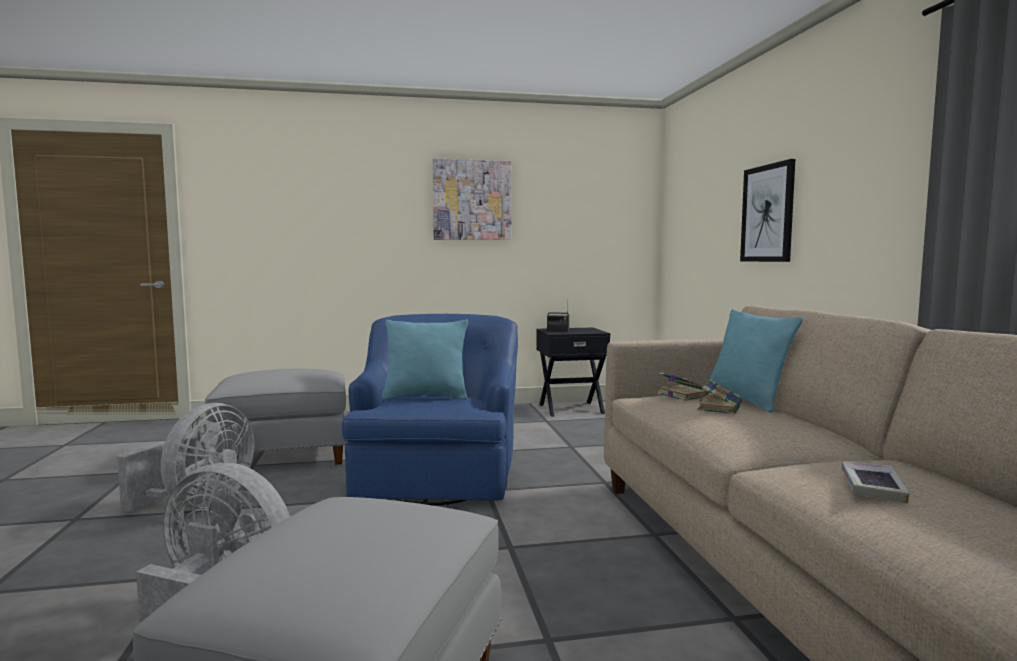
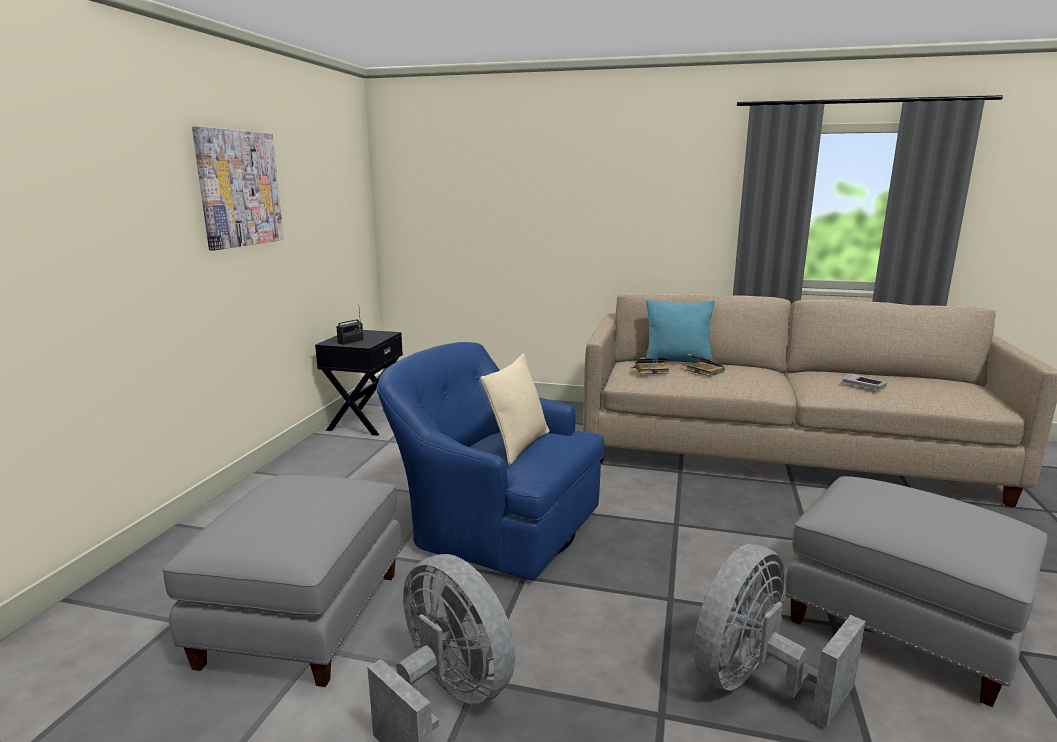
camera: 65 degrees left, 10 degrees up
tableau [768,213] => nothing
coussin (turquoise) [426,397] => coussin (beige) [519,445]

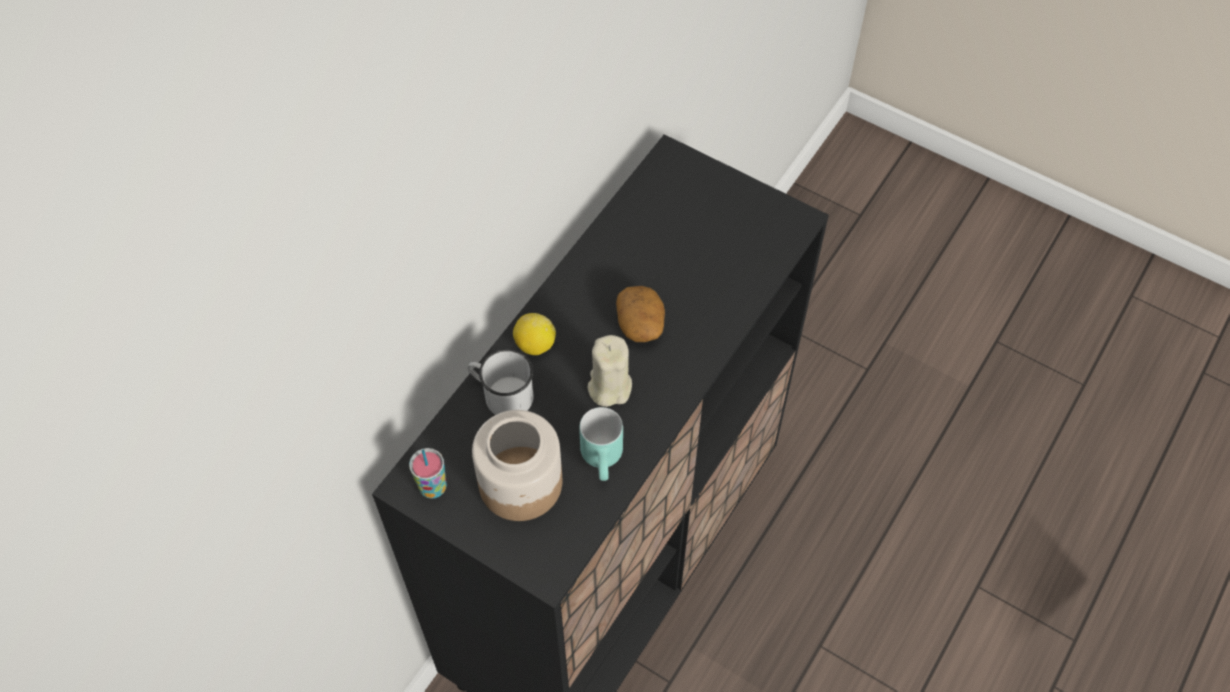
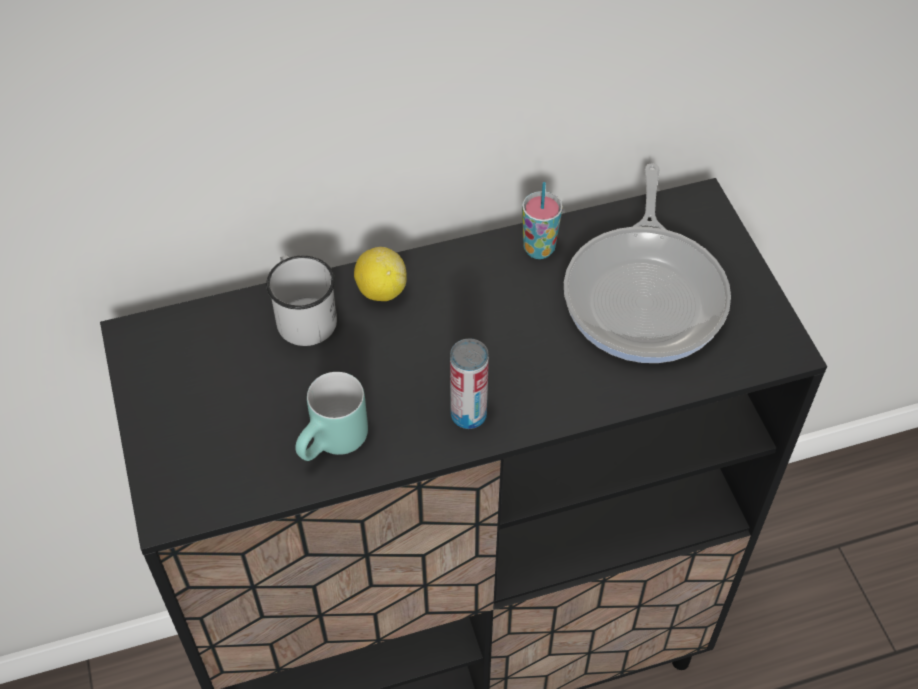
camera: 40 degrees right, 5 degrees down
bocal [519,483] => nothing
bougie (beige) [609,386] => nothing
pomme de terre [640,324] => nothing
nothing => boîte métallique [468,415]
nothing => poêle [646,294]
tasse [433,488] => tasse [539,249], moved

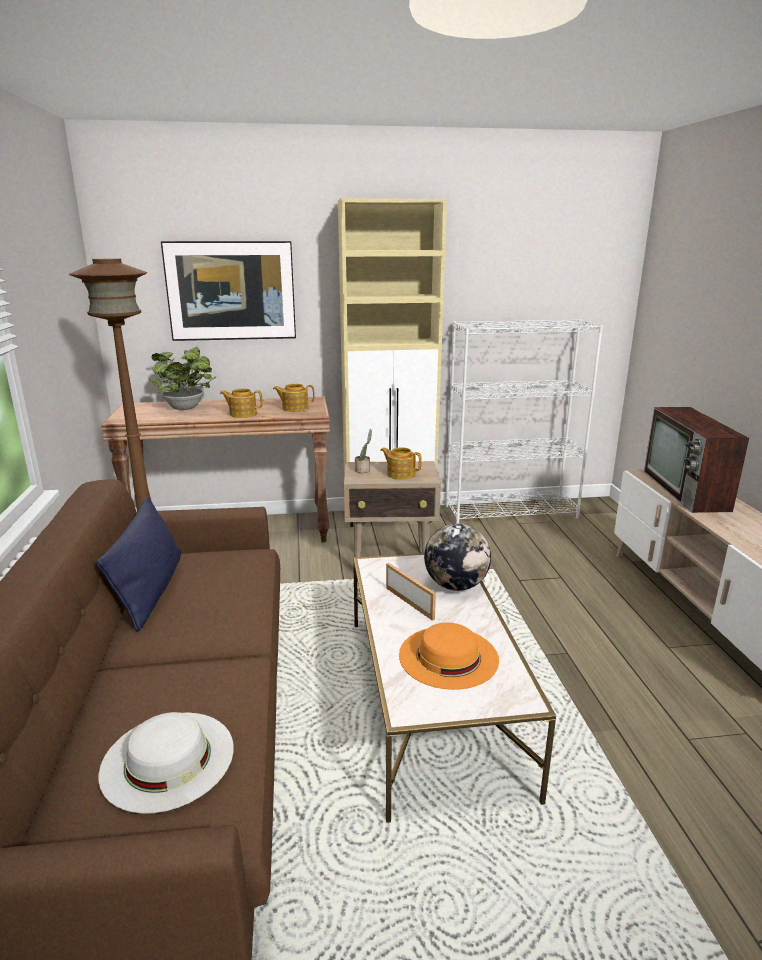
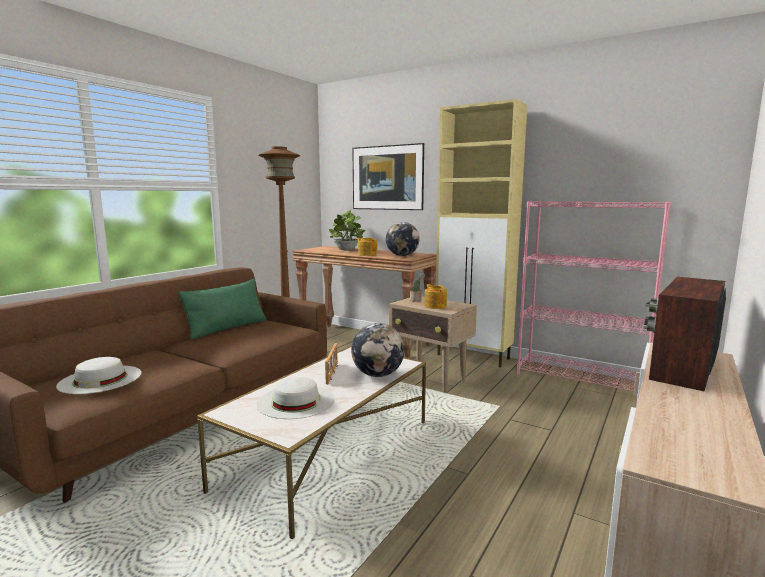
camera: 40 degrees right, 10 degrees down
théière [294,408] => globe [402,255]
coussin (bleu) [150,590] => coussin (vert) [227,328]
chapeau (orange) [448,656] => chapeau (blanc) [296,401]
bibliothèque (blanc) [511,512] => bibliothèque (rose) [581,379]

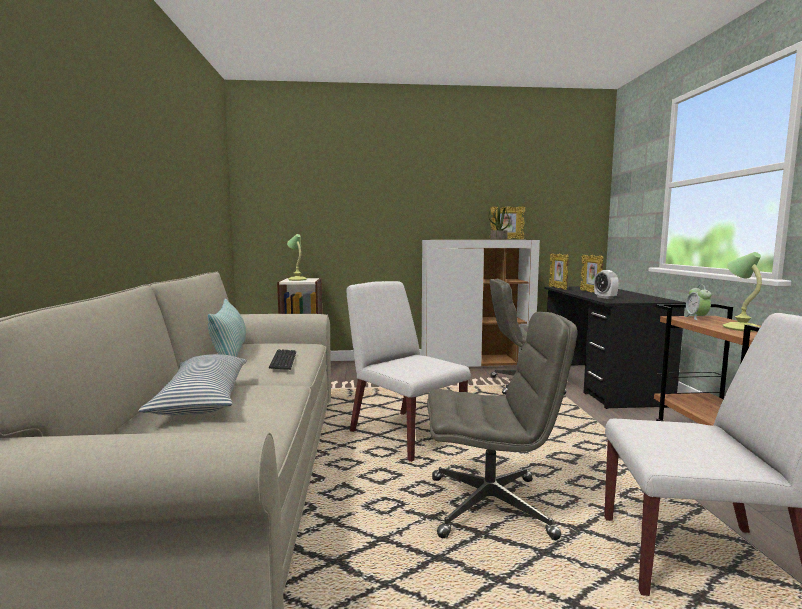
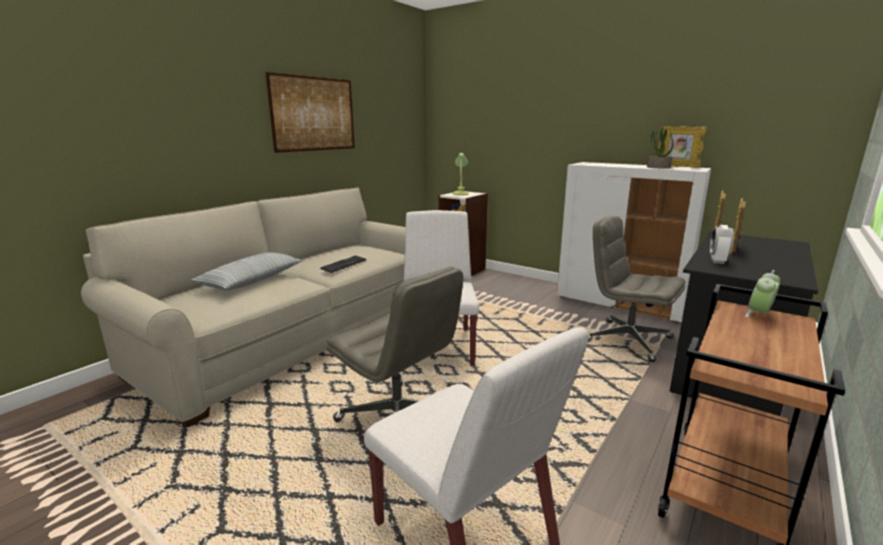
camera: 40 degrees right, 10 degrees up
coussin [230,354] => nothing
lampe de table [740,328] => nothing
nothing => tableau [314,114]

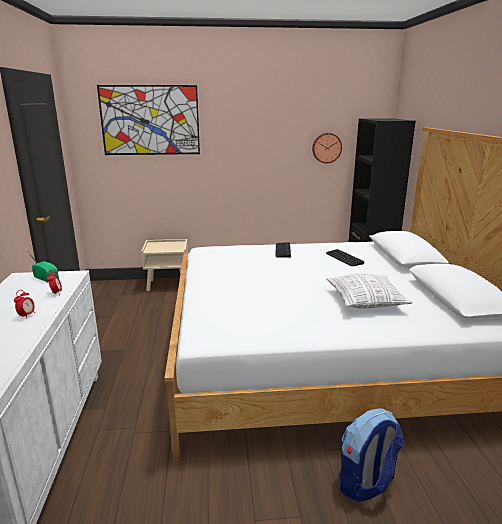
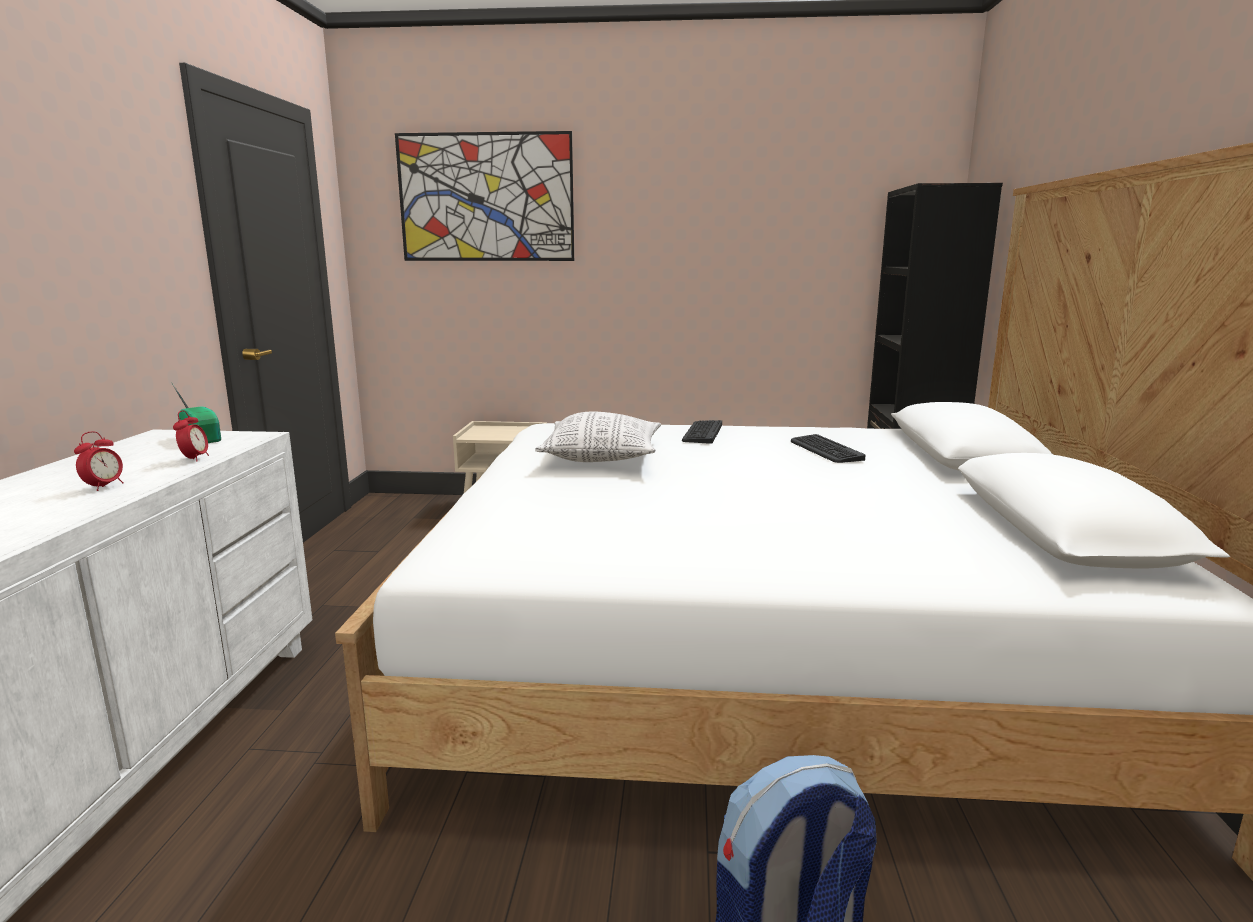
camera: 10 degrees right, 5 degrees down
horloge murale [326,148] => nothing
coussin [365,301] => coussin [601,457], moved

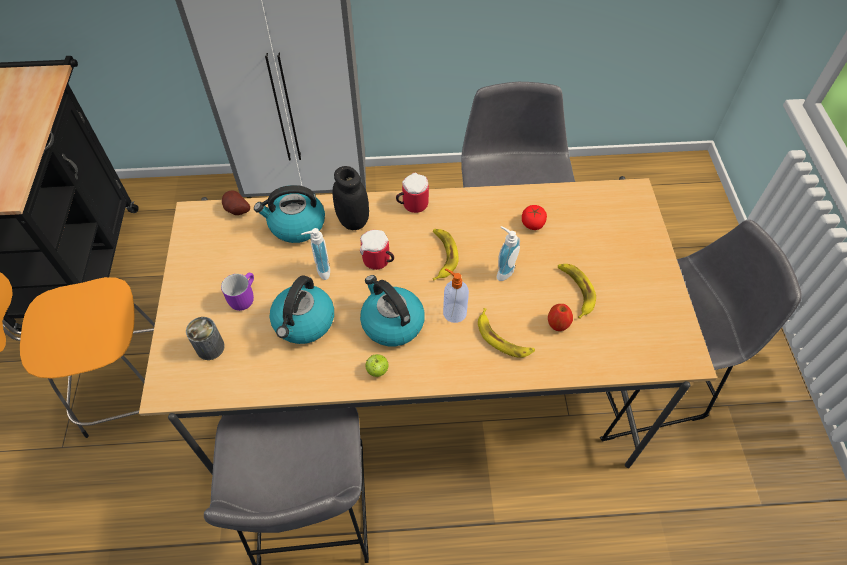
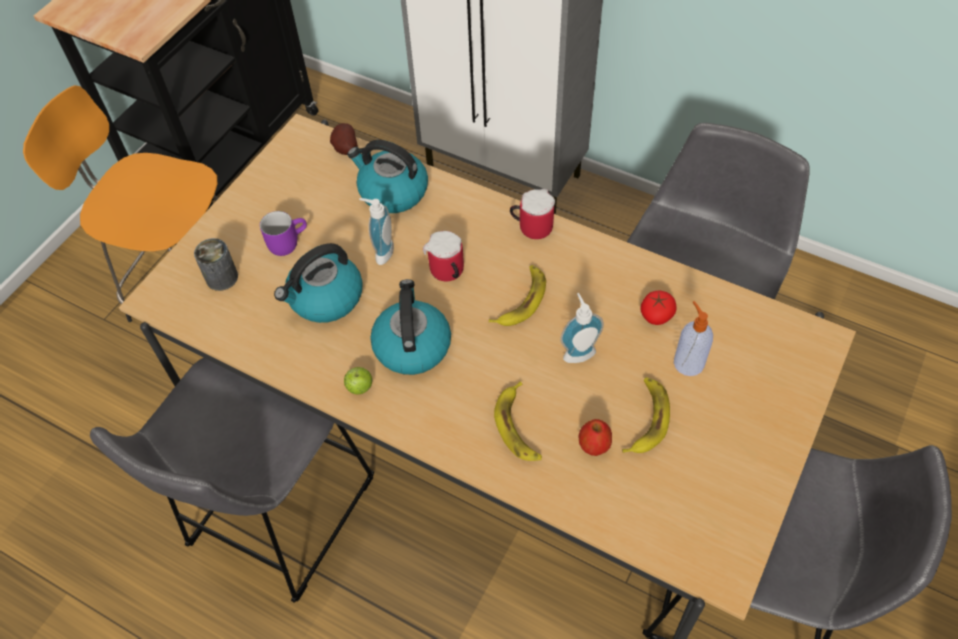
camera: 35 degrees right, 0 degrees up
bocal (noir) [353,221] => nothing
distributeur de savon [453,312] => distributeur de savon [688,362], moved

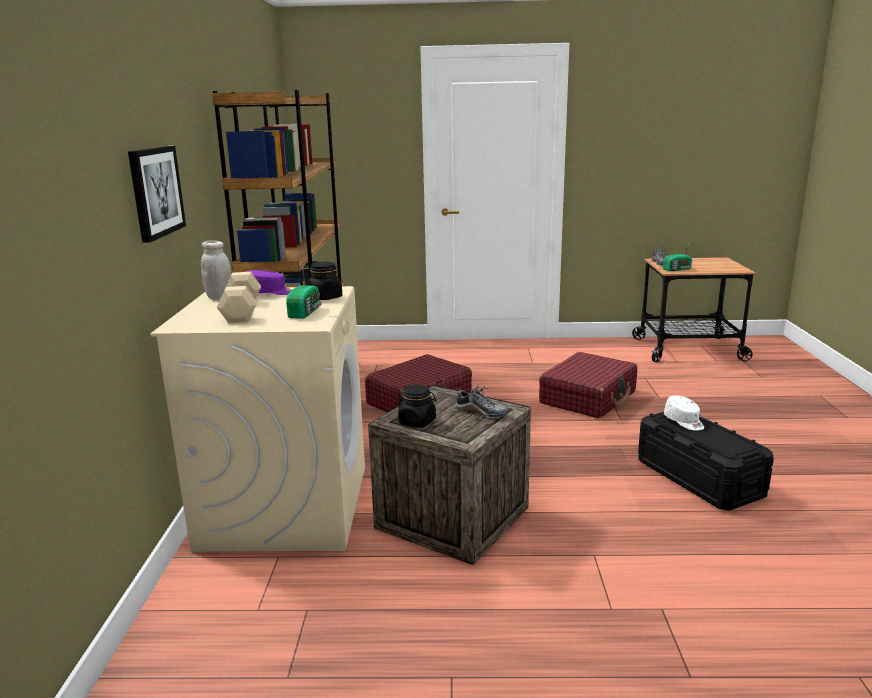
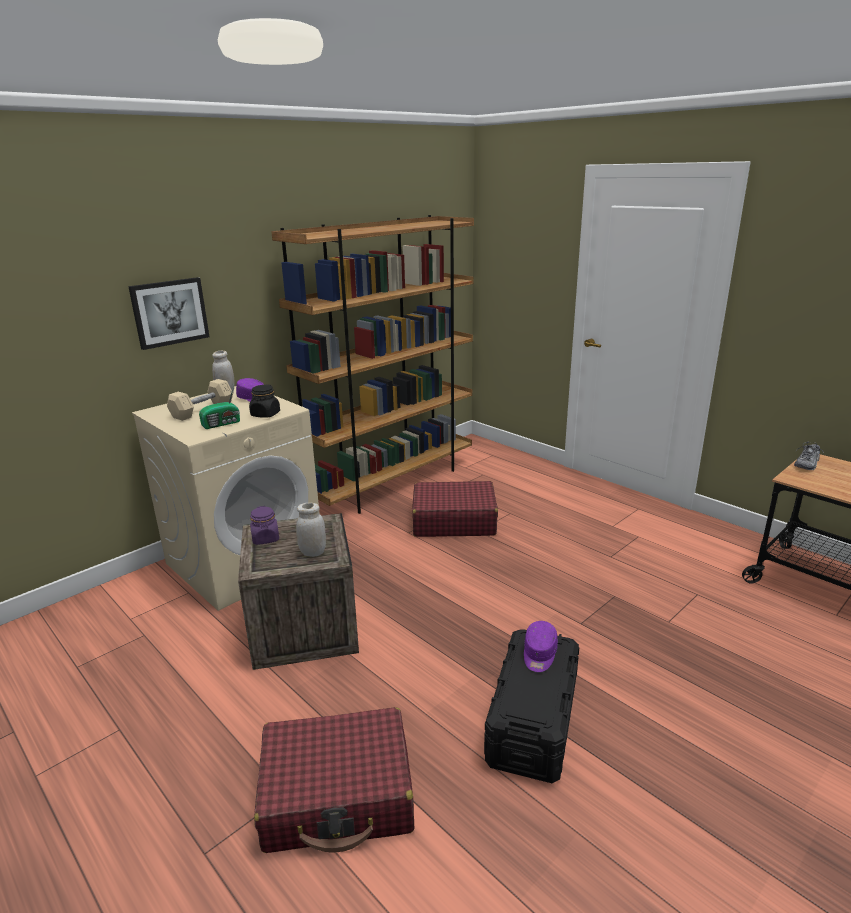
camera: 45 degrees right, 5 degrees up
radio [678,269] => nothing
valise (rouge) [588,398] => valise (rouge) [338,794], moved
chaussure [482,412] => bocal (blanc) [313,552]
bocal (noir) [417,422] => bocal (violet) [265,538]
casquette (blanc) [684,421] => casquette (violet) [539,654]

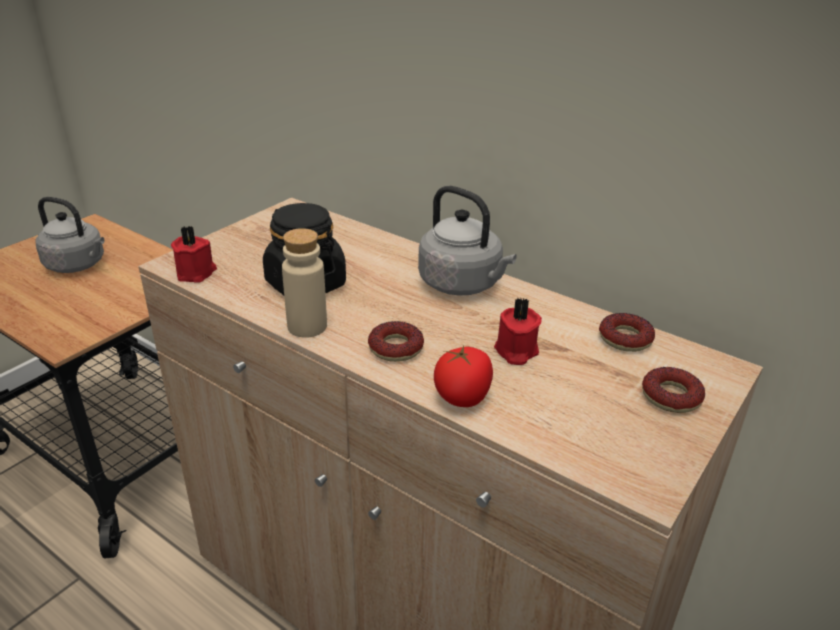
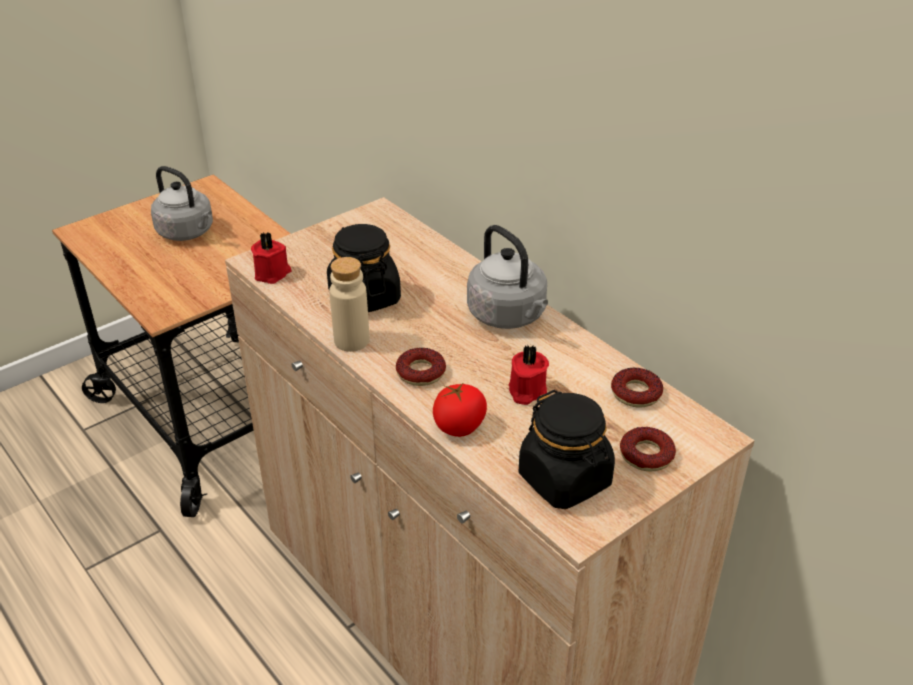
camera: 15 degrees right, 5 degrees up
nothing => bocal (noir) [565,480]

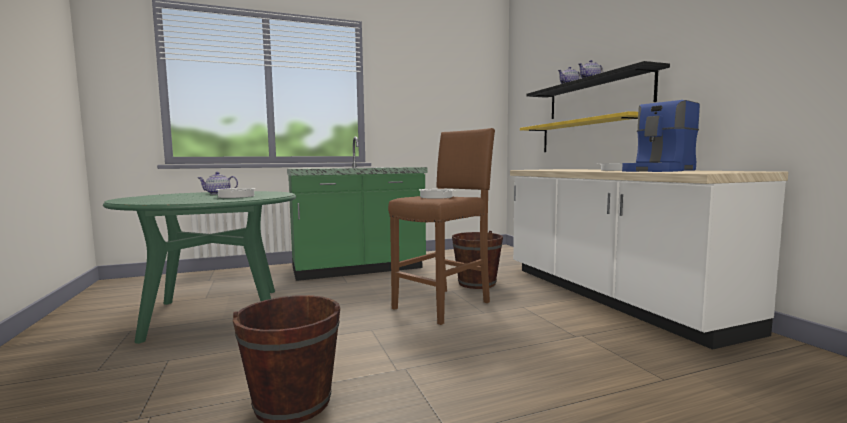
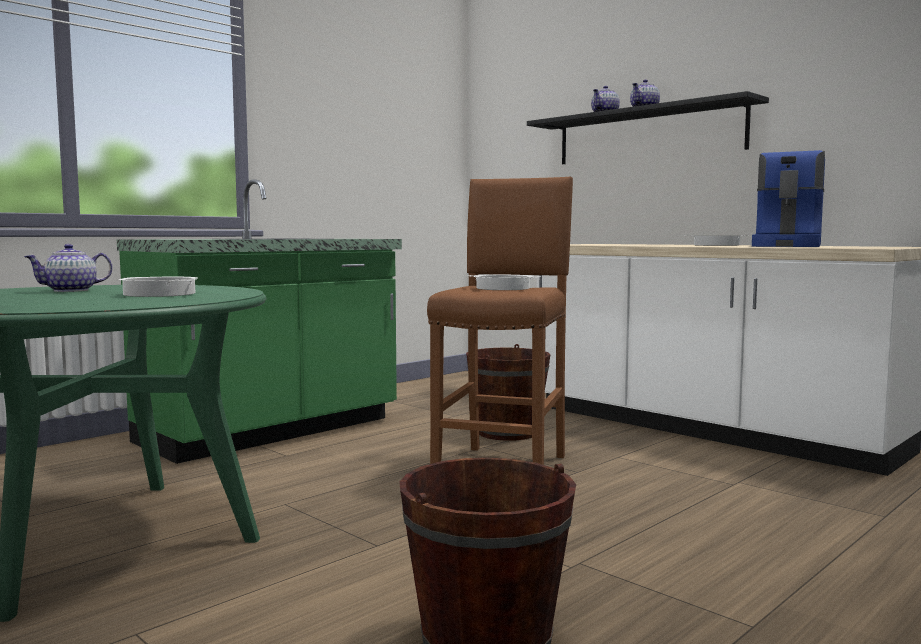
camera: 25 degrees left, 0 degrees up
étagère (jaune) [586,135] => nothing

